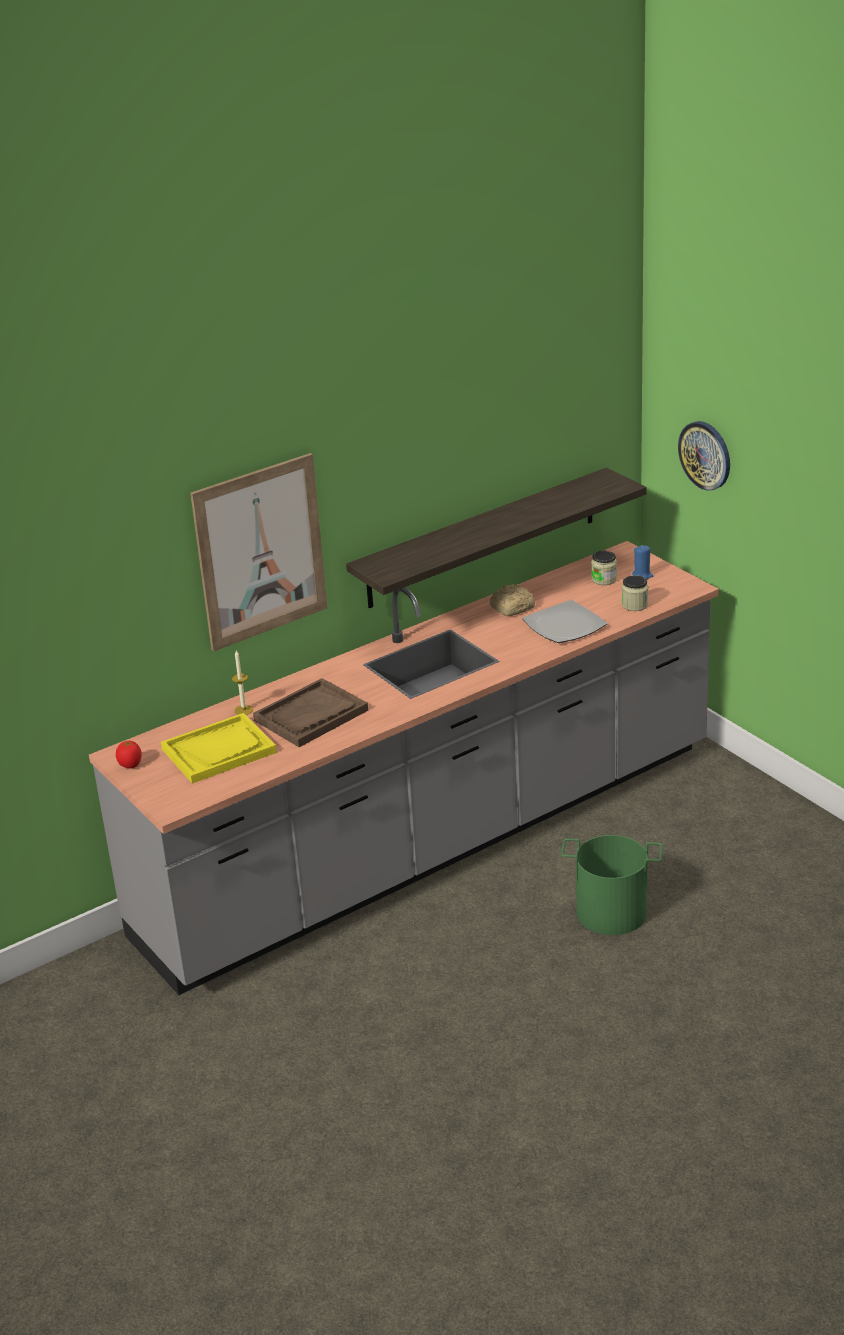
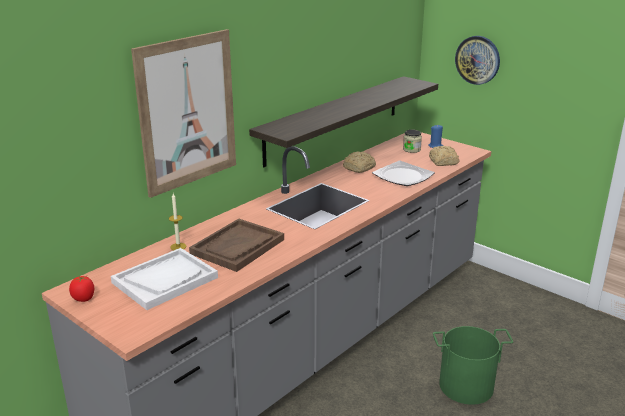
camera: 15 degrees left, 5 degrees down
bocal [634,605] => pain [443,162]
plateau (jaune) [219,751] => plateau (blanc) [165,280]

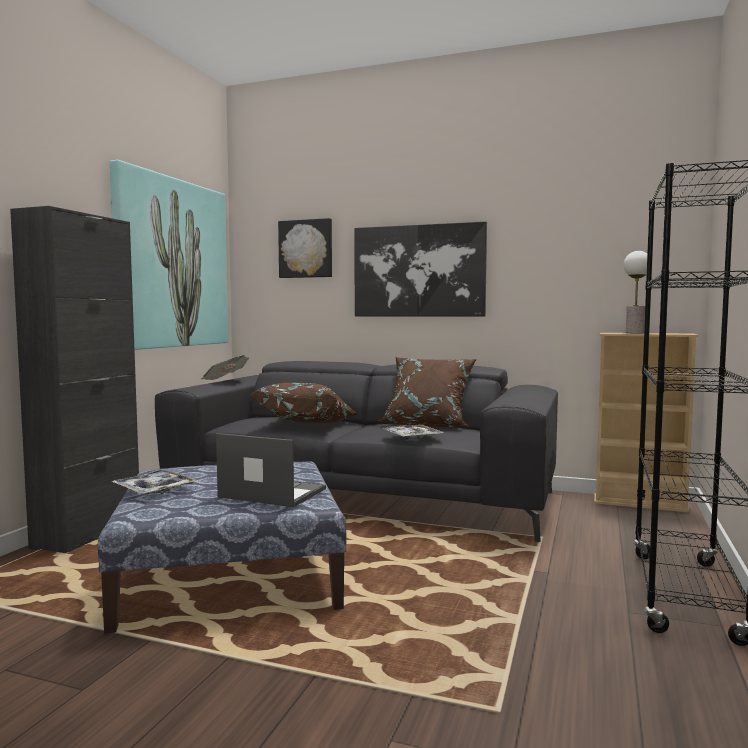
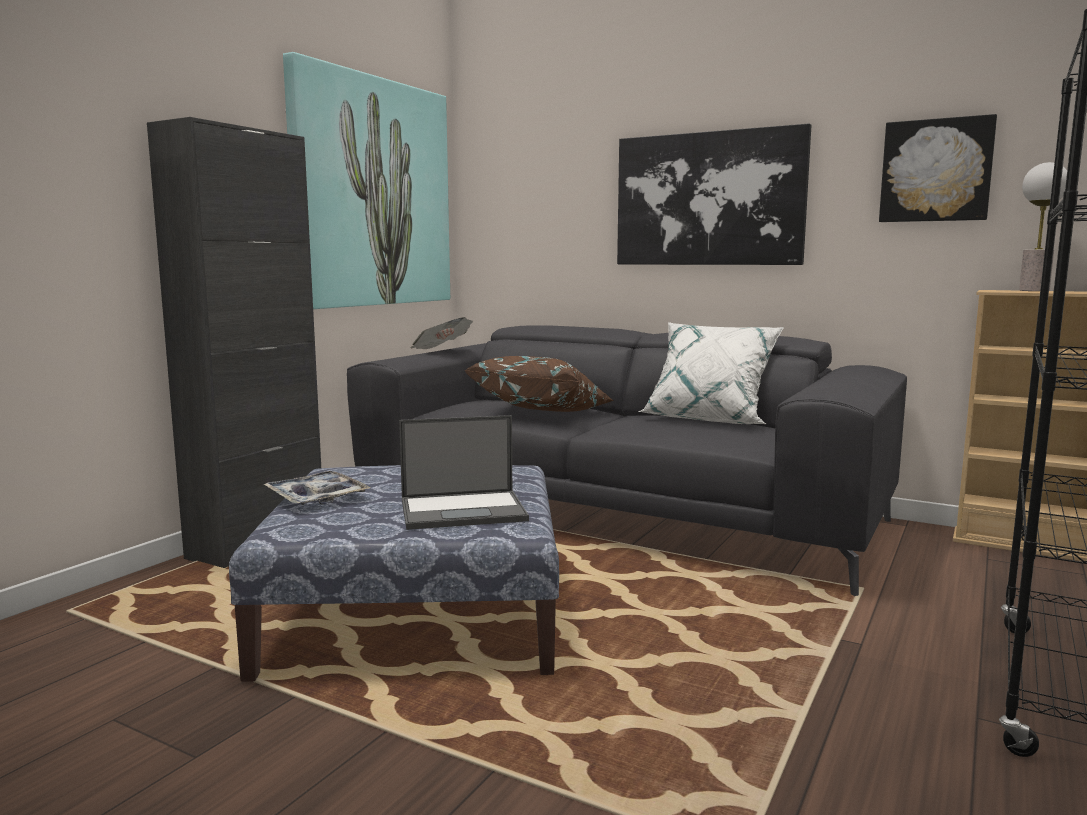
camera: 10 degrees right, 5 degrees up
plateau [412,437] => nothing
tableau [306,249] => tableau [936,171], moved
coussin (marron) [428,424] => coussin (blanc) [709,419]
ordinateur portable [271,493] => ordinateur portable [464,510], 135 degrees clockwise

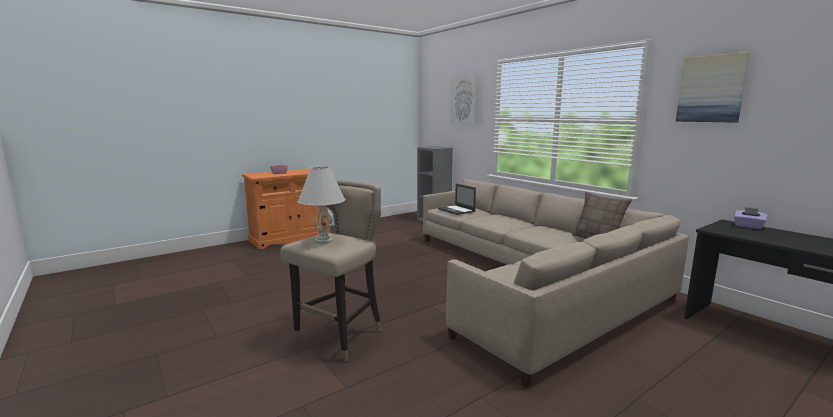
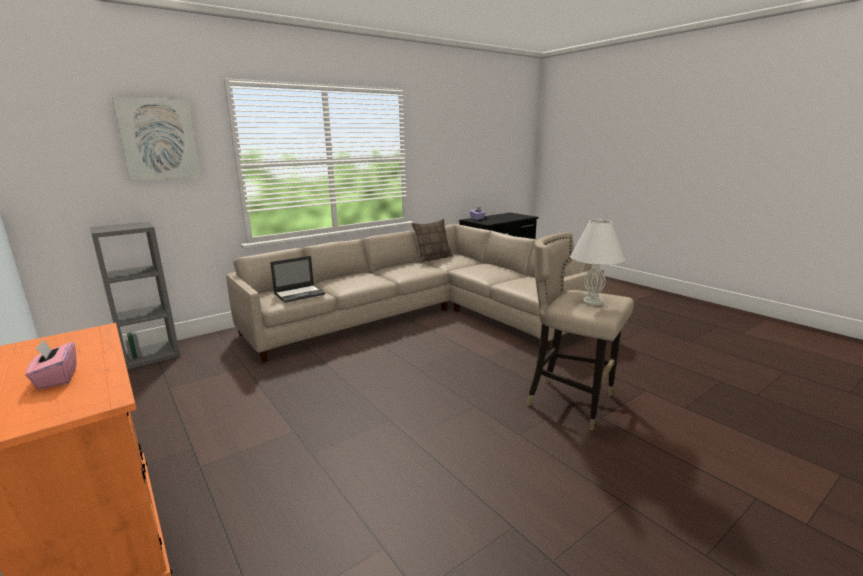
camera: 90 degrees left, 5 degrees up
tableau [711,89] => nothing

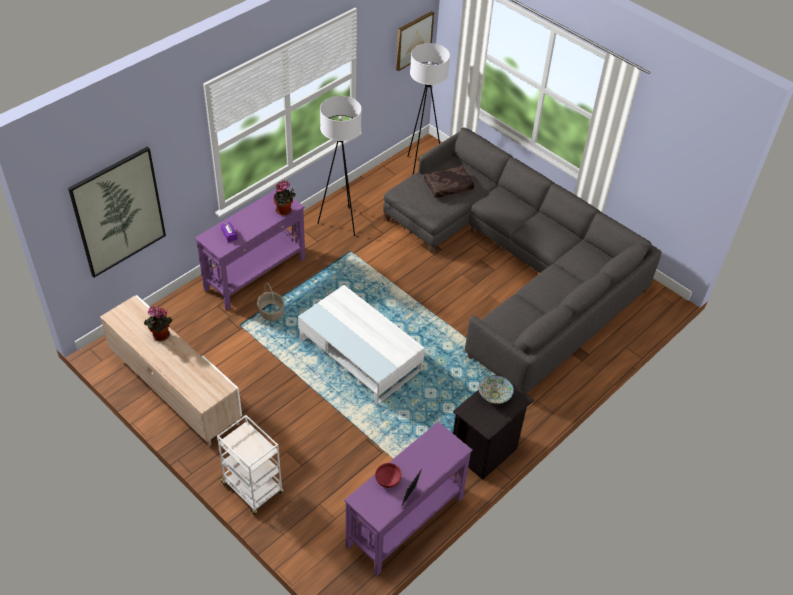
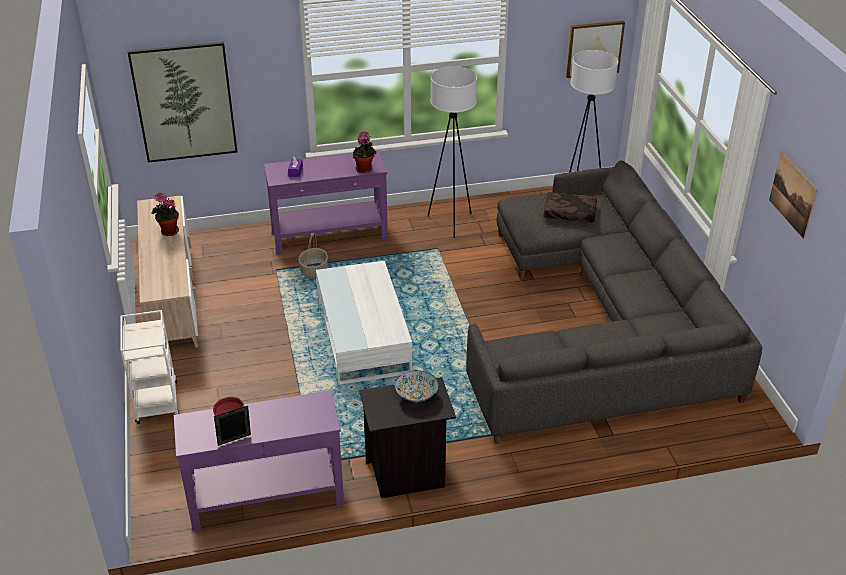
camera: 35 degrees right, 10 degrees down
nothing => tableau [793,195]

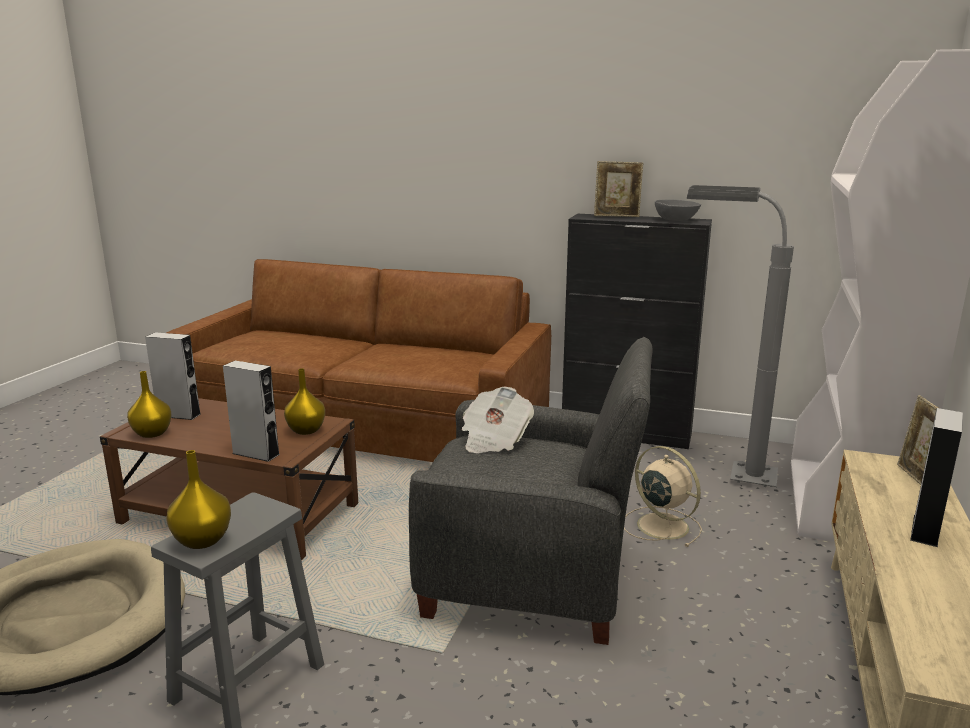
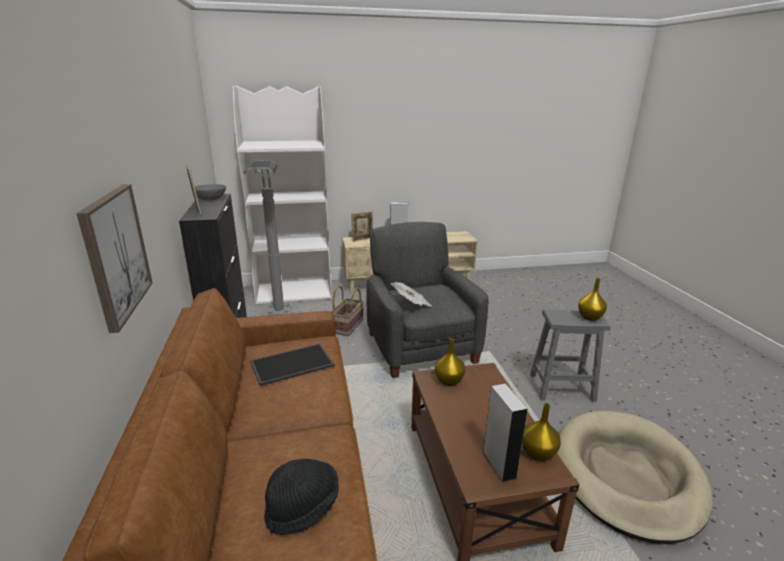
camera: 120 degrees left, 5 degrees up
enceinte (gris) [256,454] => nothing
nothing => tableau [116,254]
nothing => plateau [291,365]
nothing => chapeau (noir) [303,507]
ventilateur (beige) [660,525] => panier [347,326]

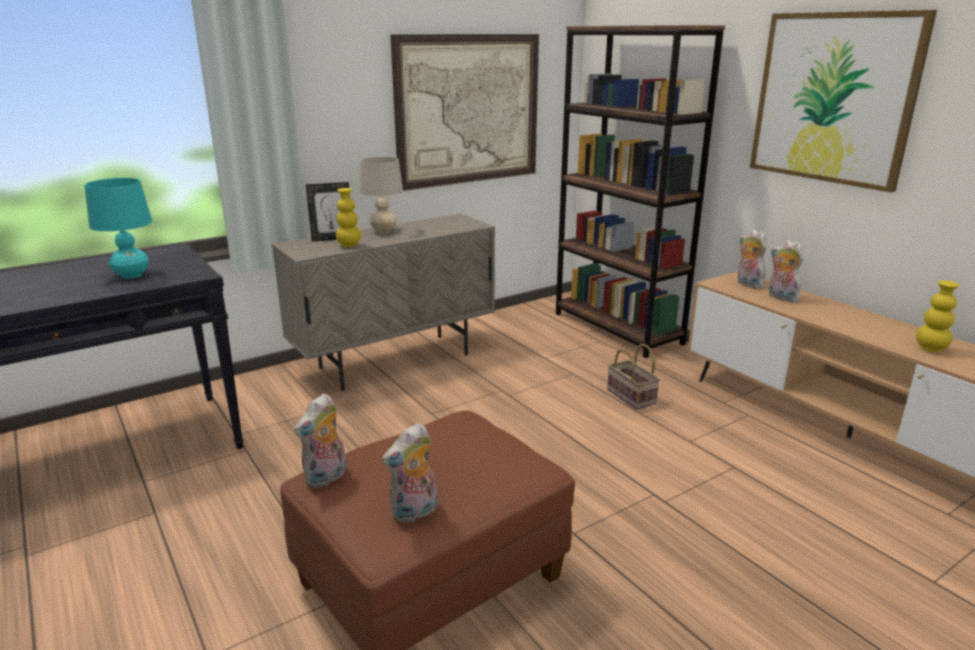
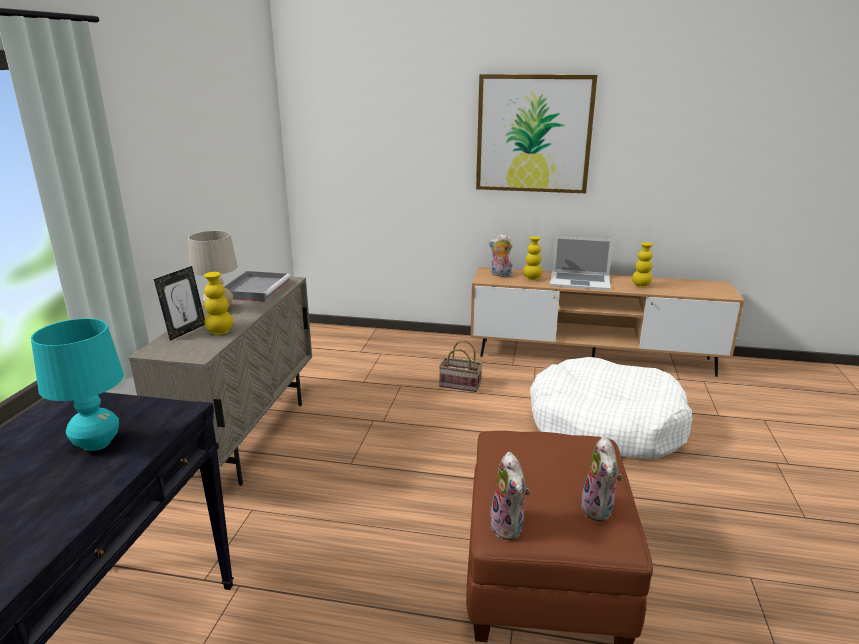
camera: 45 degrees left, 0 degrees up
tableau [469,110] => nothing
bibliothèque (marron) [617,328] => nothing
nothing => plateau (gris) [256,289]
nothing => panier pour chien (blanc) [605,425]
nothing => ordinateur portable [580,281]
peluche [781,298] => vase (jaune) [532,278]

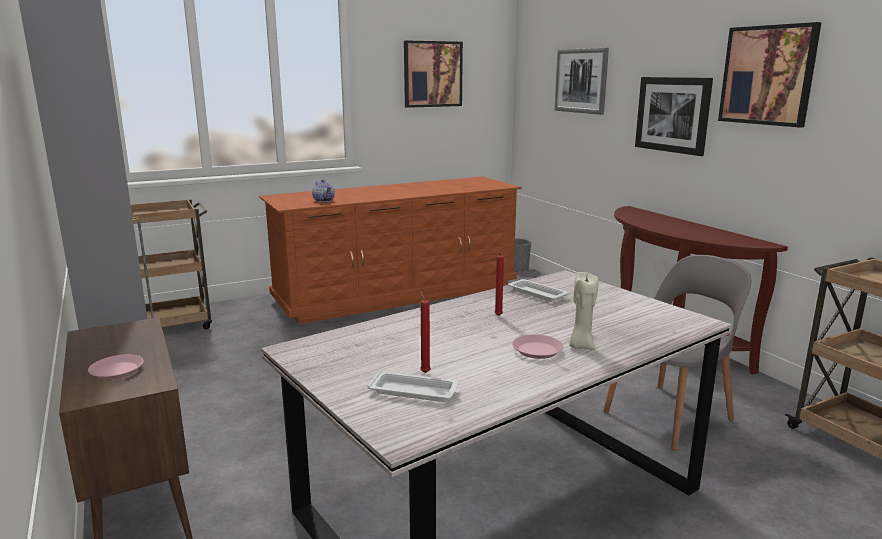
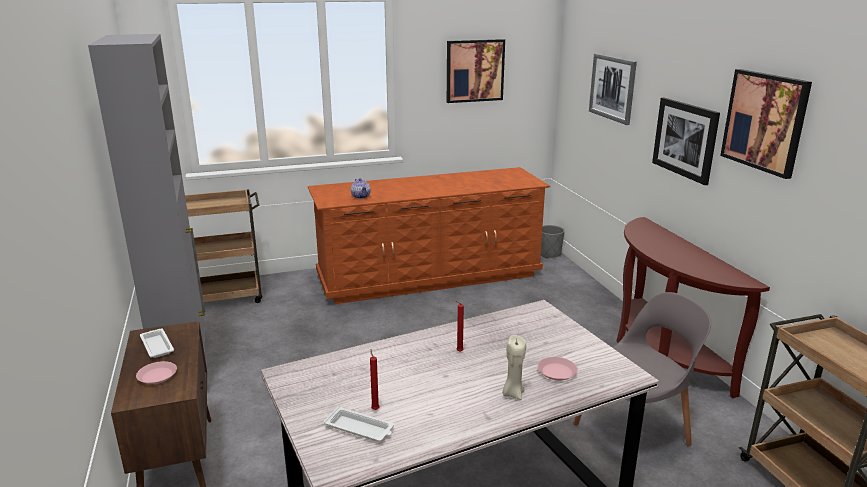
camera: 10 degrees right, 5 degrees up
plateau (blanc) [536,293] => plateau (blanc) [157,346], moved
assiette (rose) [537,350] => assiette (rose) [557,372], moved

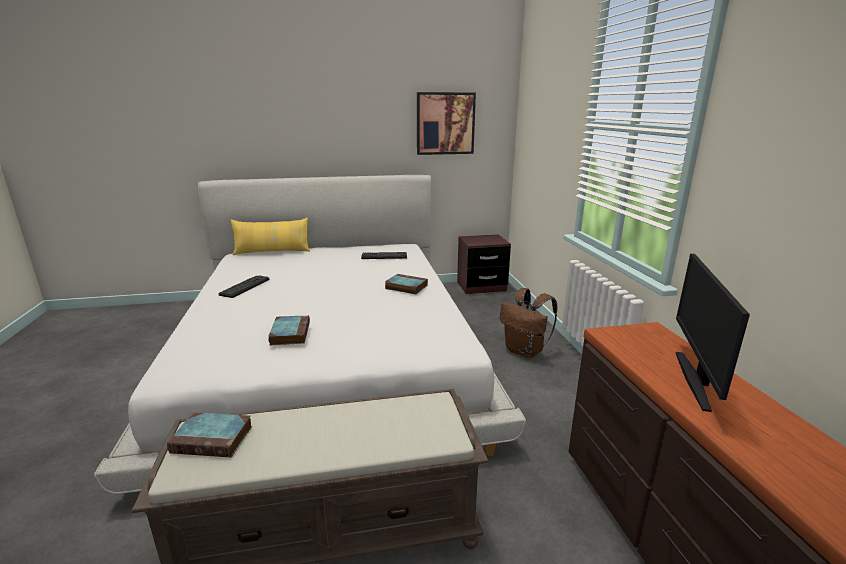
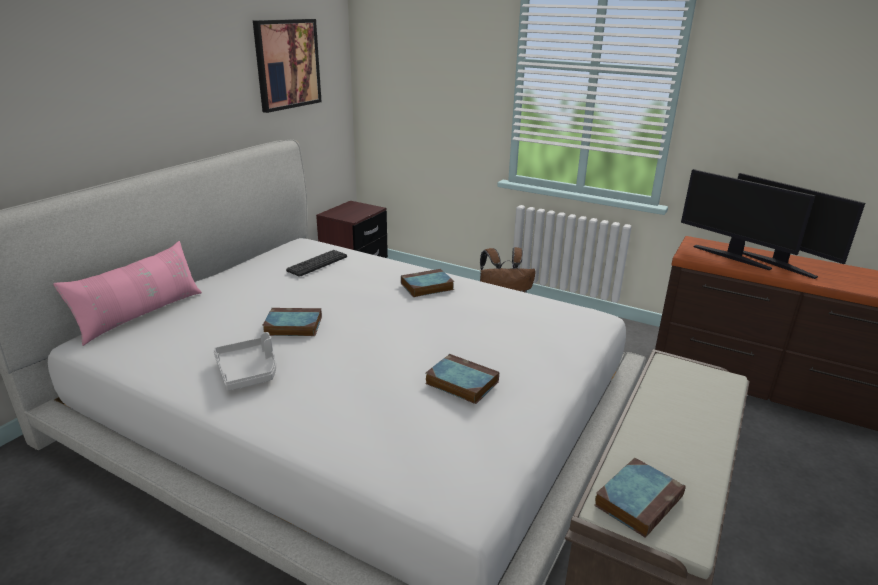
camera: 50 degrees left, 5 degrees up
nothing => livre [292,326]
nothing => écran d'ordinateur [732,257]
clavier [245,287] => plateau (gris) [248,371]
coussin (jaune) [272,252] => coussin (rose) [141,315]

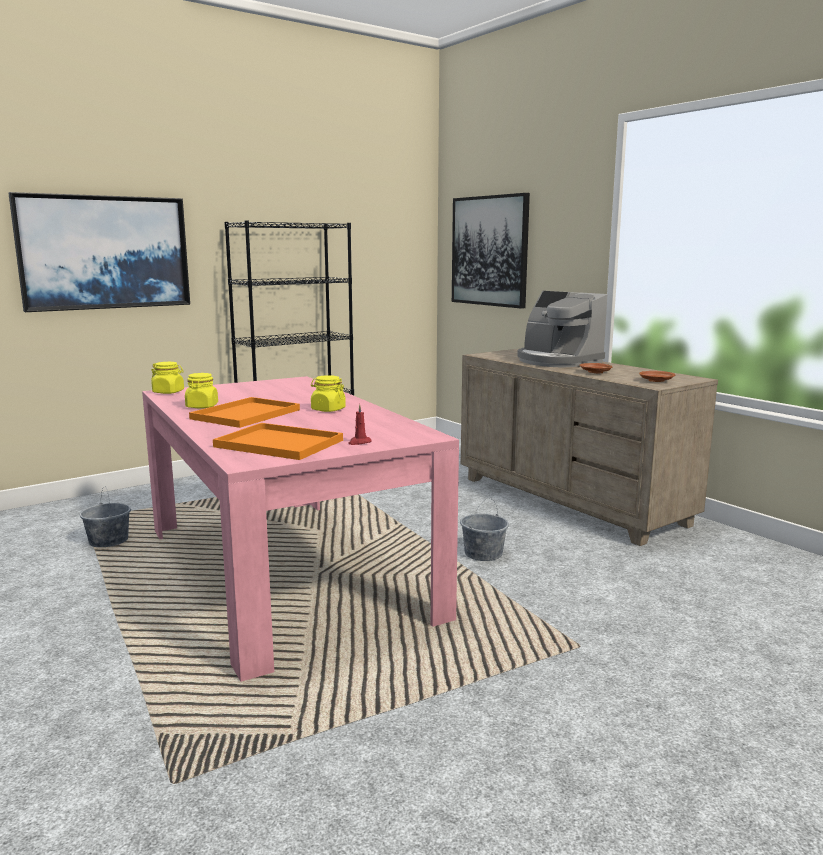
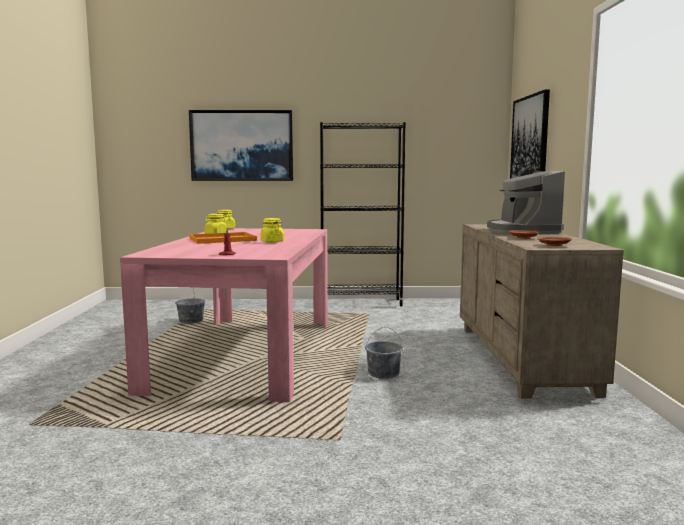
camera: 35 degrees right, 5 degrees down
plateau (orange) [276,443] => nothing

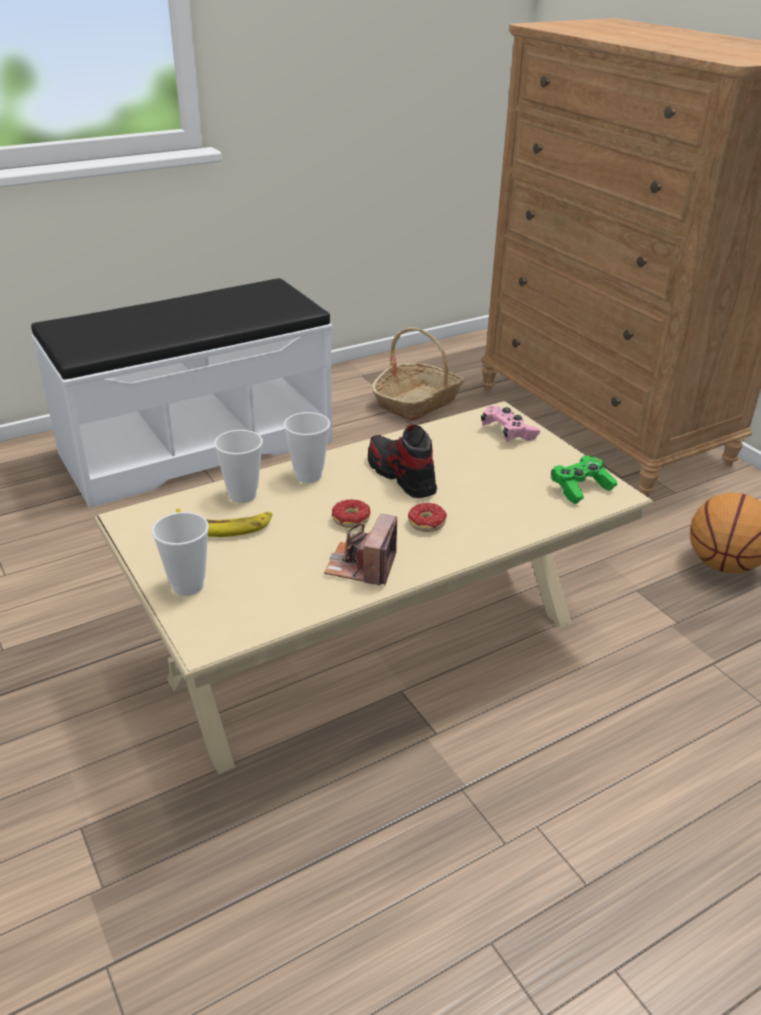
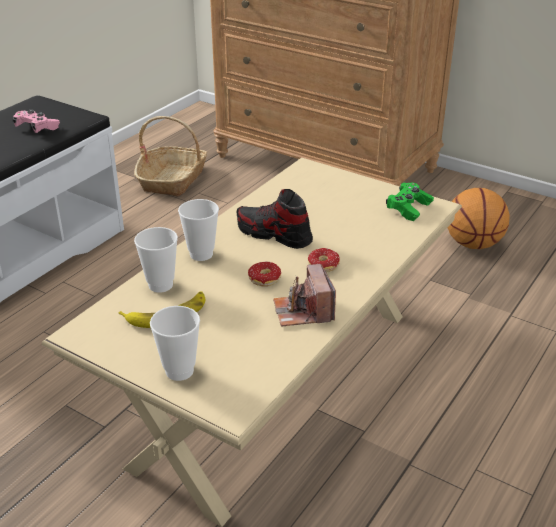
camera: 25 degrees left, 0 degrees up
manette (rose) [508,433] => manette (rose) [37,128], moved

